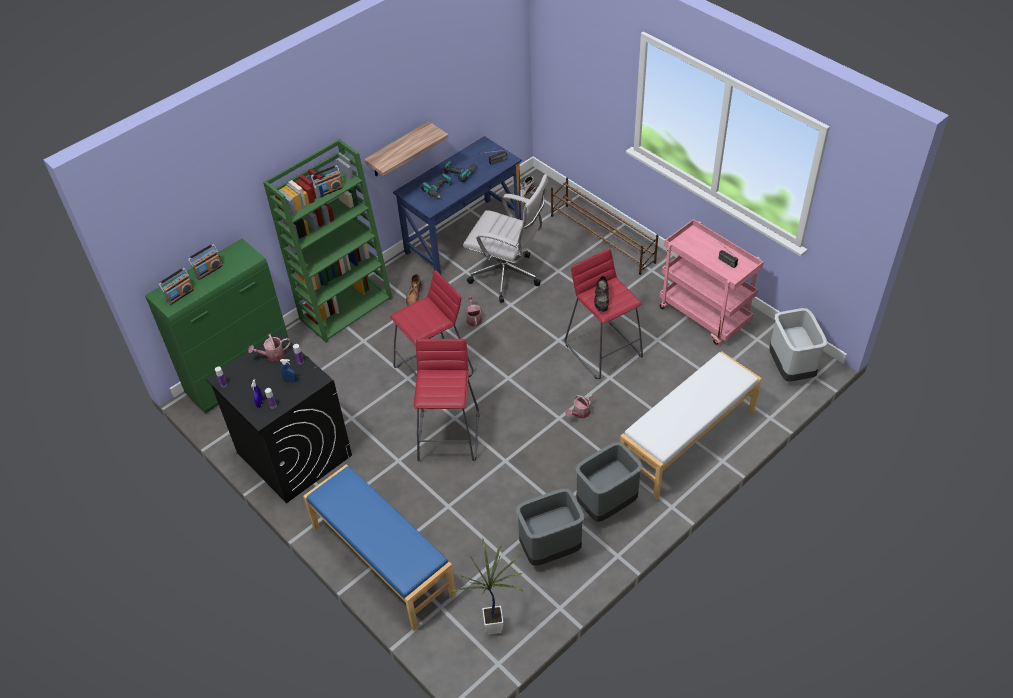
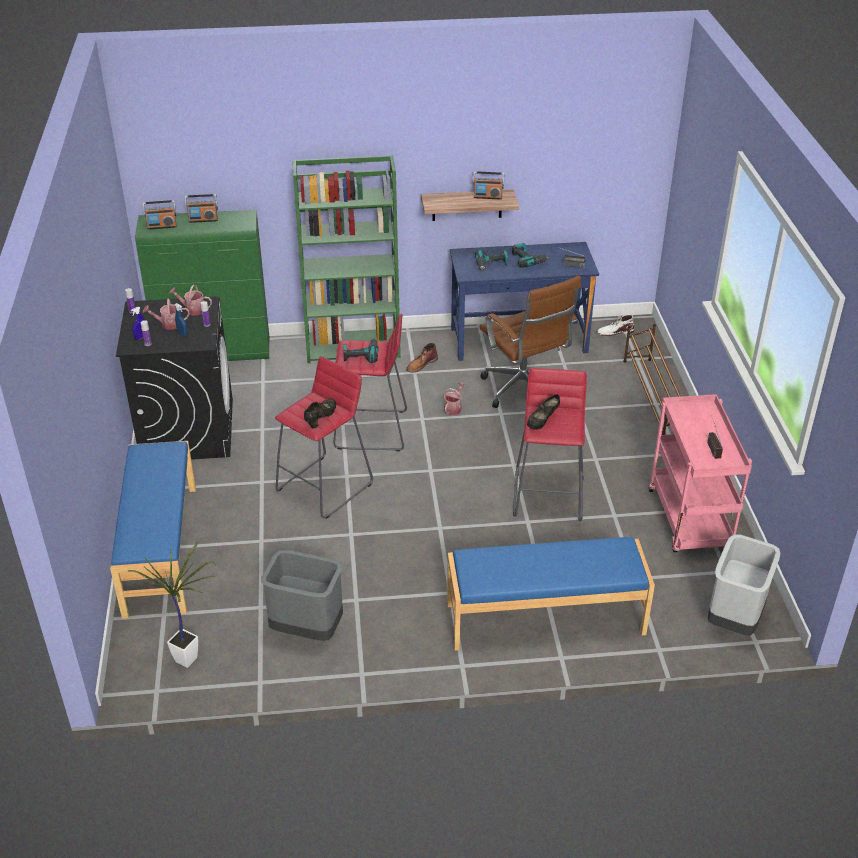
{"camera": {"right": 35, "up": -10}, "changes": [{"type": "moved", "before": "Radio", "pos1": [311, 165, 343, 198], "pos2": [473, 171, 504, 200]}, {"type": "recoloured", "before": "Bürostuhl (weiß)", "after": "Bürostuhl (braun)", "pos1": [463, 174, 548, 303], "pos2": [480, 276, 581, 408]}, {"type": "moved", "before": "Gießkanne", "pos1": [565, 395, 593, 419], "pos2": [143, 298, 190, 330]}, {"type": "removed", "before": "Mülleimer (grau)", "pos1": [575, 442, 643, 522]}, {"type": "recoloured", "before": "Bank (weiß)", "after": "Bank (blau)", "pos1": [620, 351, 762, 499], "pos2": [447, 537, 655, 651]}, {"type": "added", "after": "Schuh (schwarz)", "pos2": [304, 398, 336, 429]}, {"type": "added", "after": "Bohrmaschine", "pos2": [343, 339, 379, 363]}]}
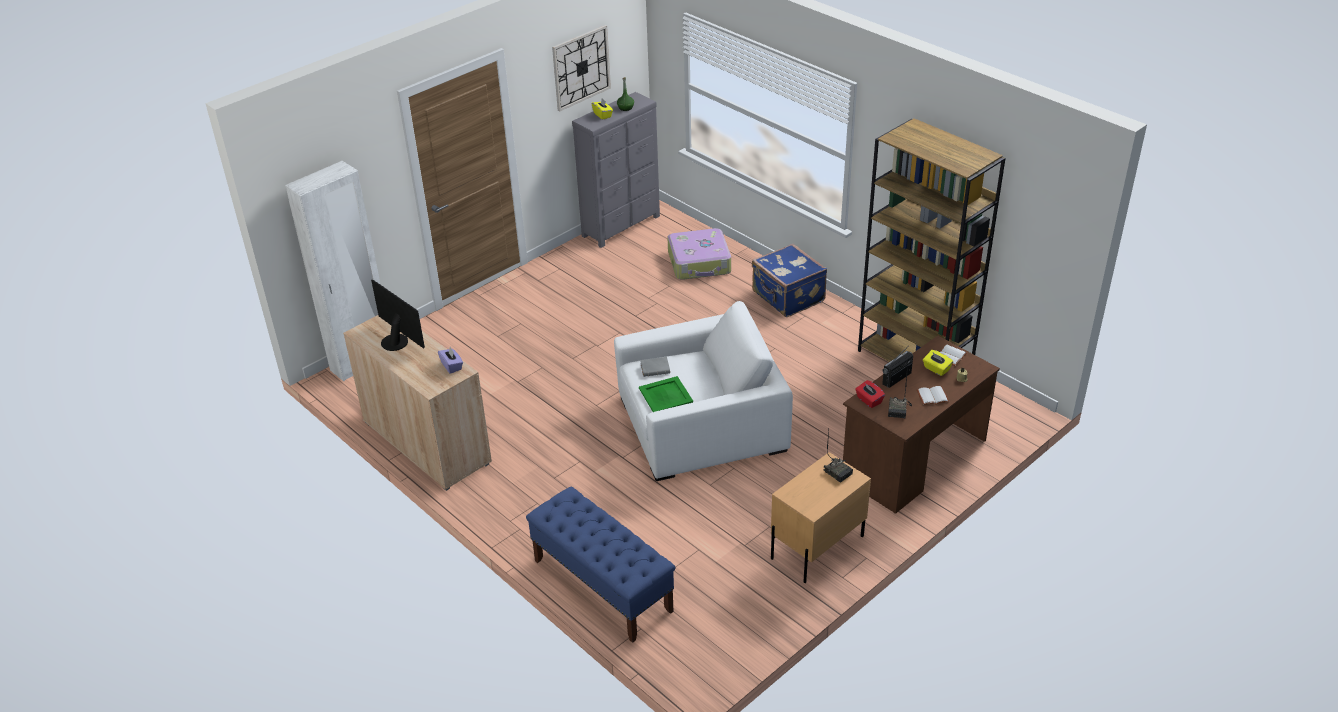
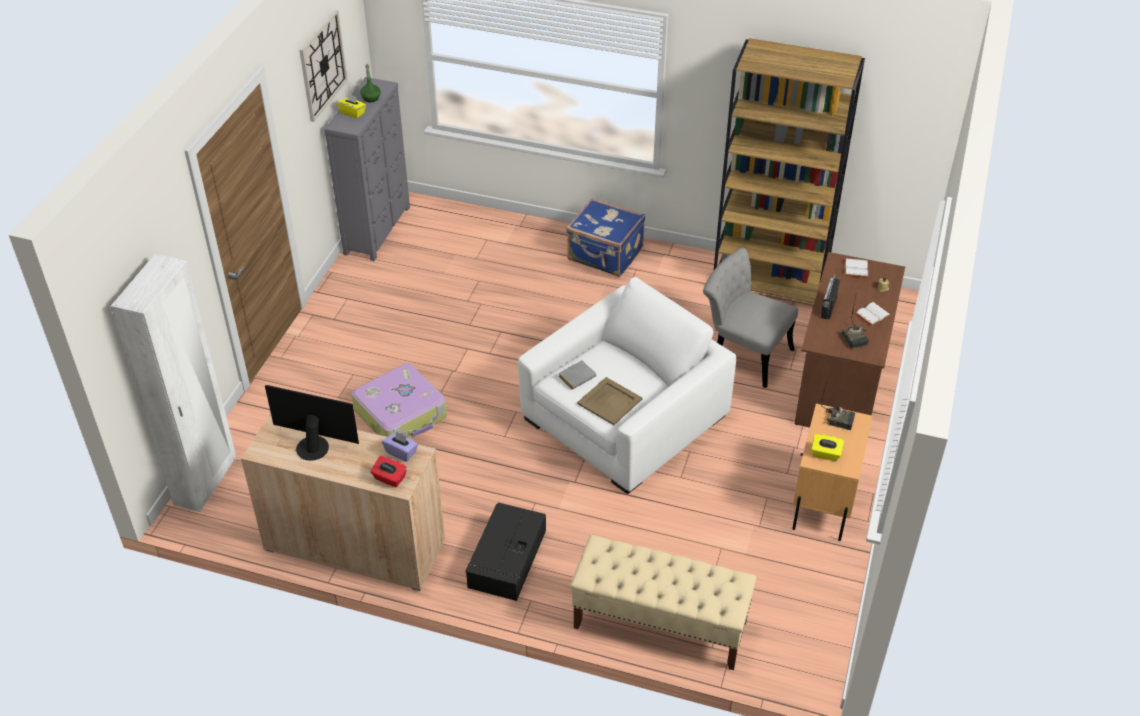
{"camera": {"right": -30, "up": 5}, "changes": [{"type": "recoloured", "before": "Bank (blau)", "after": "Bank (beige)", "pos1": [526, 486, 675, 643], "pos2": [570, 535, 757, 670]}, {"type": "recoloured", "before": "Tablett (grün)", "after": "Tablett (beige)", "pos1": [639, 376, 693, 412], "pos2": [577, 377, 643, 425]}, {"type": "moved", "before": "Koffer", "pos1": [668, 228, 731, 280], "pos2": [352, 363, 447, 438]}, {"type": "moved", "before": "Taschentuchbox (rot)", "pos1": [855, 380, 885, 408], "pos2": [371, 456, 407, 487]}, {"type": "moved", "before": "Taschentuchbox (gelb)", "pos1": [923, 350, 953, 376], "pos2": [812, 434, 844, 461]}, {"type": "added", "after": "Aufbewahrungsbox (schwarz)", "pos2": [465, 502, 546, 601]}, {"type": "added", "after": "Stuhl (grau)", "pos2": [703, 248, 798, 388]}]}
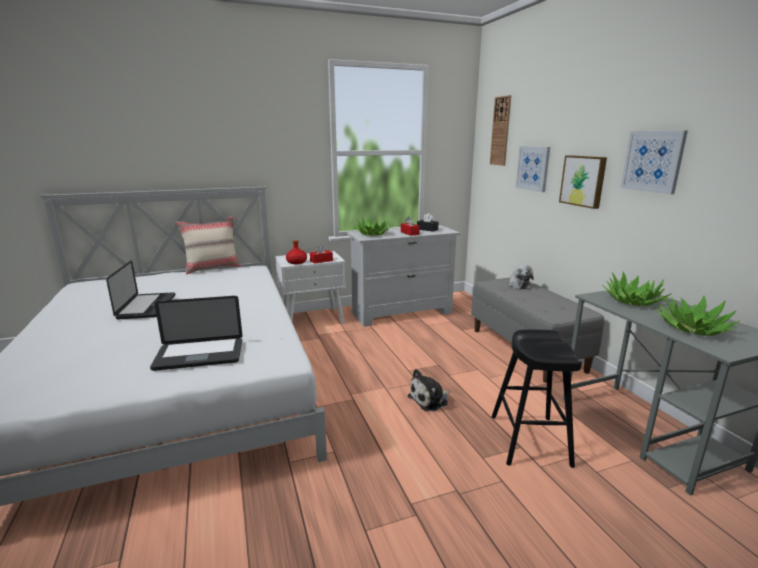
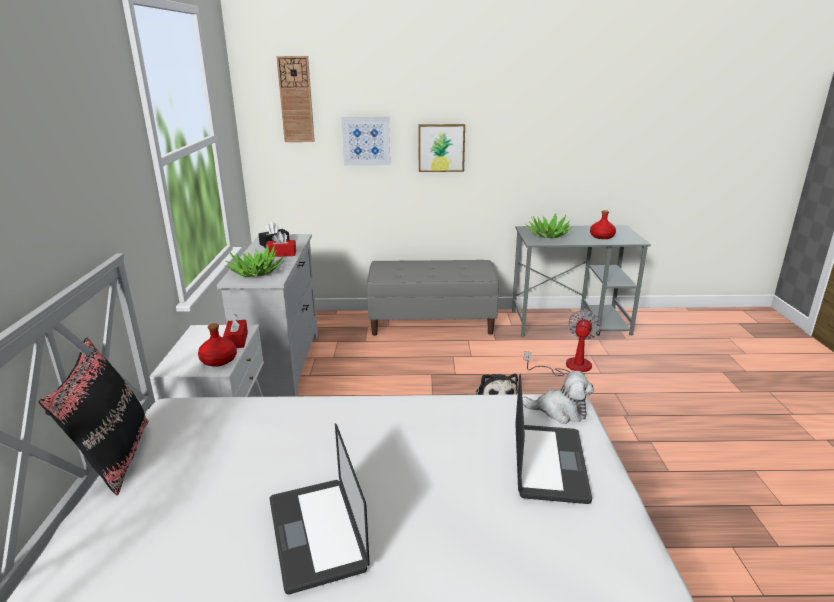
{"camera": {"right": -70, "up": 5}, "changes": [{"type": "turned", "before": "Laptop", "pos1": [106, 260, 175, 319], "pos2": [270, 423, 370, 595], "turn": -120}, {"type": "recoloured", "before": "Kissen (beige)", "after": "Kissen (schwarz)", "pos1": [177, 216, 241, 274], "pos2": [38, 338, 149, 495]}, {"type": "replaced", "before": "Hocker (schwarz)", "after": "Ventilator", "pos1": [492, 330, 582, 468], "pos2": [524, 310, 602, 376]}, {"type": "moved", "before": "Plüschtier", "pos1": [509, 264, 534, 289], "pos2": [522, 371, 594, 424]}, {"type": "removed", "before": "Bild", "pos1": [621, 131, 688, 194]}, {"type": "replaced", "before": "Topfpflanze", "after": "Flasche (rot)", "pos1": [655, 296, 740, 336], "pos2": [590, 210, 616, 239]}]}
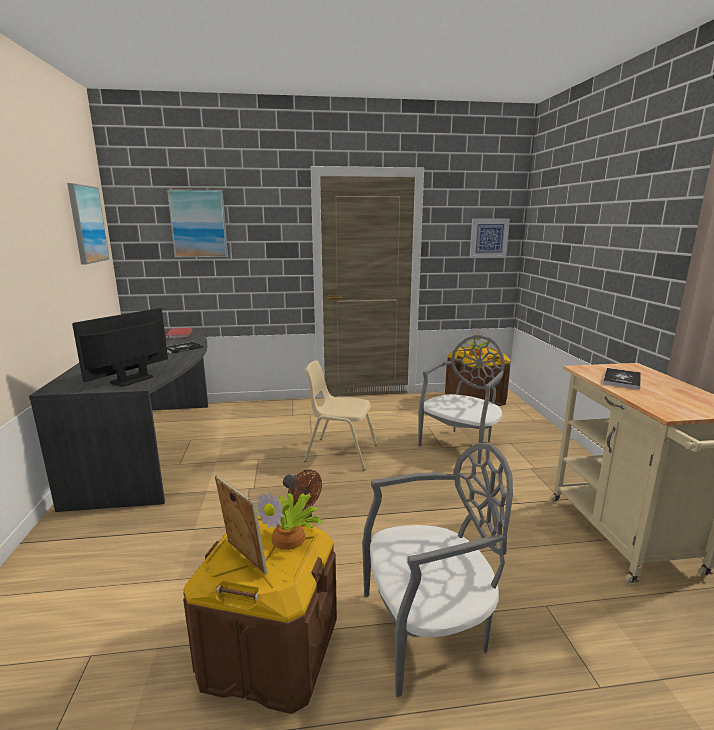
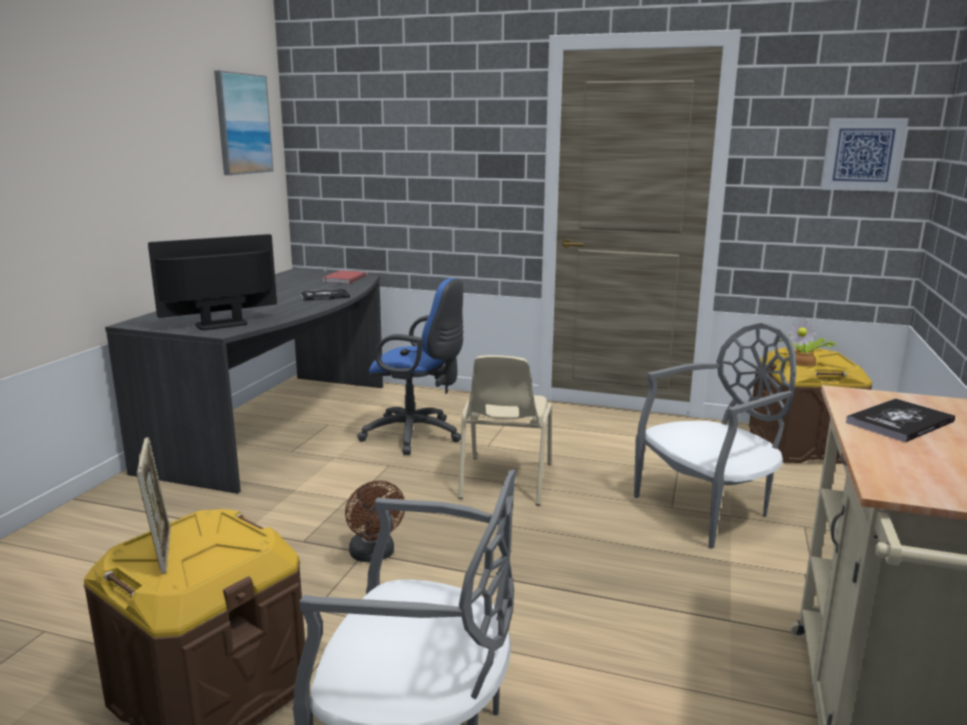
{"camera": {"right": 25, "up": 0}, "changes": [{"type": "removed", "before": "Bild", "pos1": [167, 189, 228, 258]}, {"type": "removed", "before": "Topfpflanze", "pos1": [256, 492, 323, 550]}, {"type": "turned", "before": "Stuhl (beige)", "pos1": [304, 360, 377, 470], "pos2": [458, 355, 552, 506], "turn": -120}, {"type": "added", "after": "Bürostuhl (blau)", "pos2": [357, 278, 463, 455]}]}
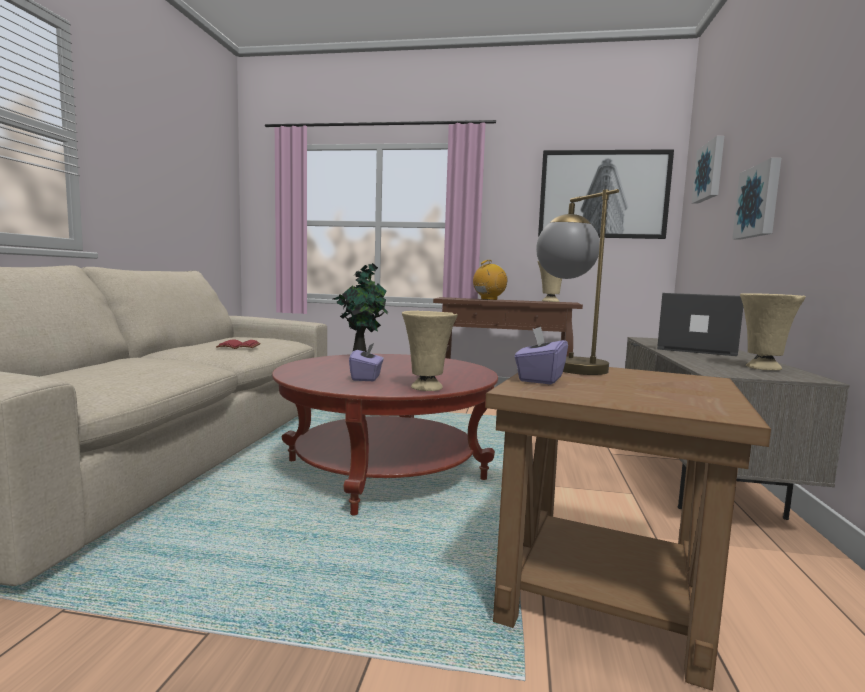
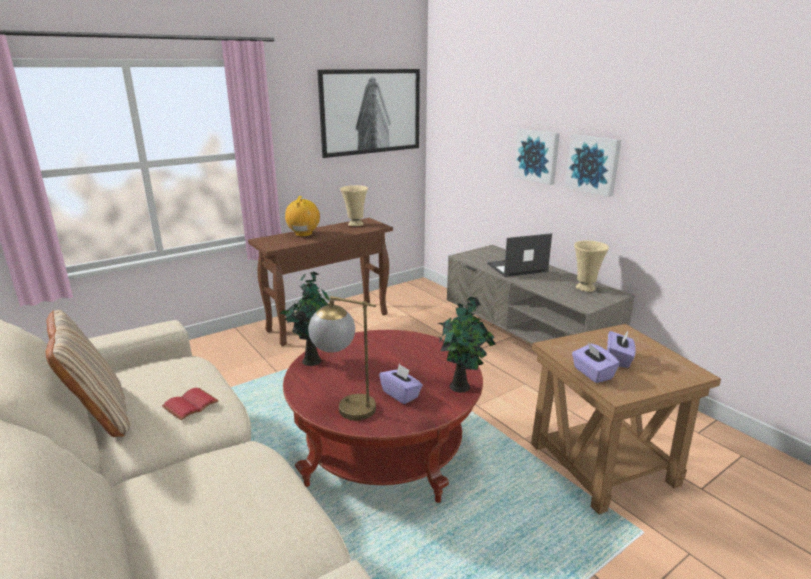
{"camera": {"right": -45, "up": 15}, "changes": [{"type": "replaced", "before": "Vase (beige)", "after": "Topfpflanze", "pos1": [402, 311, 458, 391], "pos2": [438, 297, 496, 393]}, {"type": "moved", "before": "Tischlampe", "pos1": [536, 189, 619, 375], "pos2": [308, 296, 376, 421]}, {"type": "moved", "before": "Bild", "pos1": [692, 136, 724, 203], "pos2": [565, 134, 621, 197]}, {"type": "added", "after": "Kissen (beige)", "pos2": [46, 310, 130, 437]}, {"type": "added", "after": "Taschentuchbox (lila)", "pos2": [607, 331, 636, 368]}]}
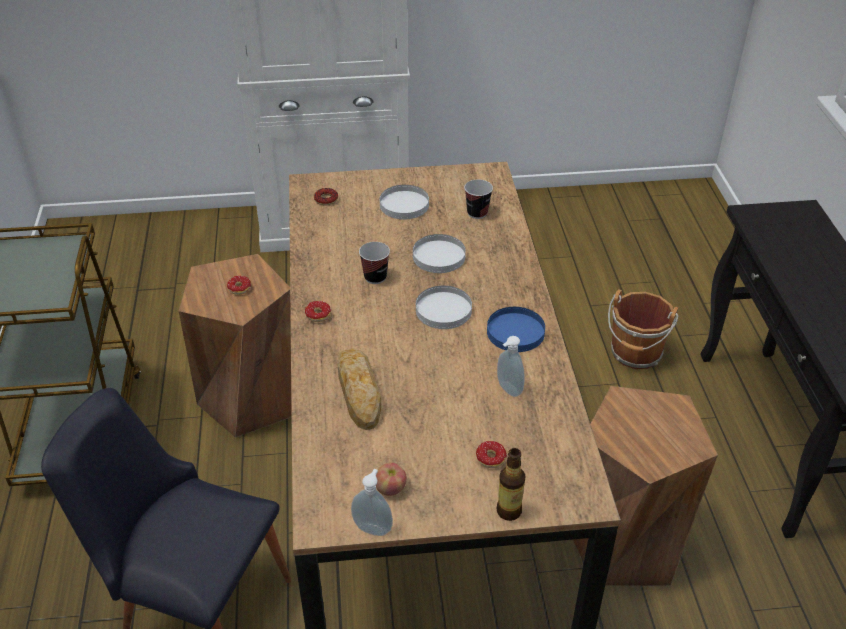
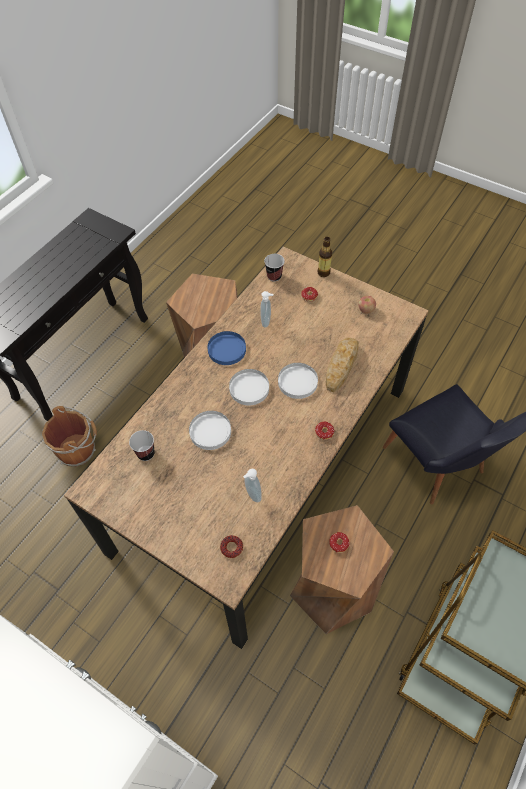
{"camera": {"right": -140, "up": 15}, "changes": [{"type": "moved", "before": "Seifenspender", "pos1": [351, 469, 393, 536], "pos2": [243, 469, 262, 502]}, {"type": "moved", "before": "Tasse", "pos1": [359, 242, 390, 284], "pos2": [264, 254, 285, 282]}, {"type": "moved", "before": "Teller (weiß)", "pos1": [380, 185, 429, 219], "pos2": [278, 363, 318, 399]}]}
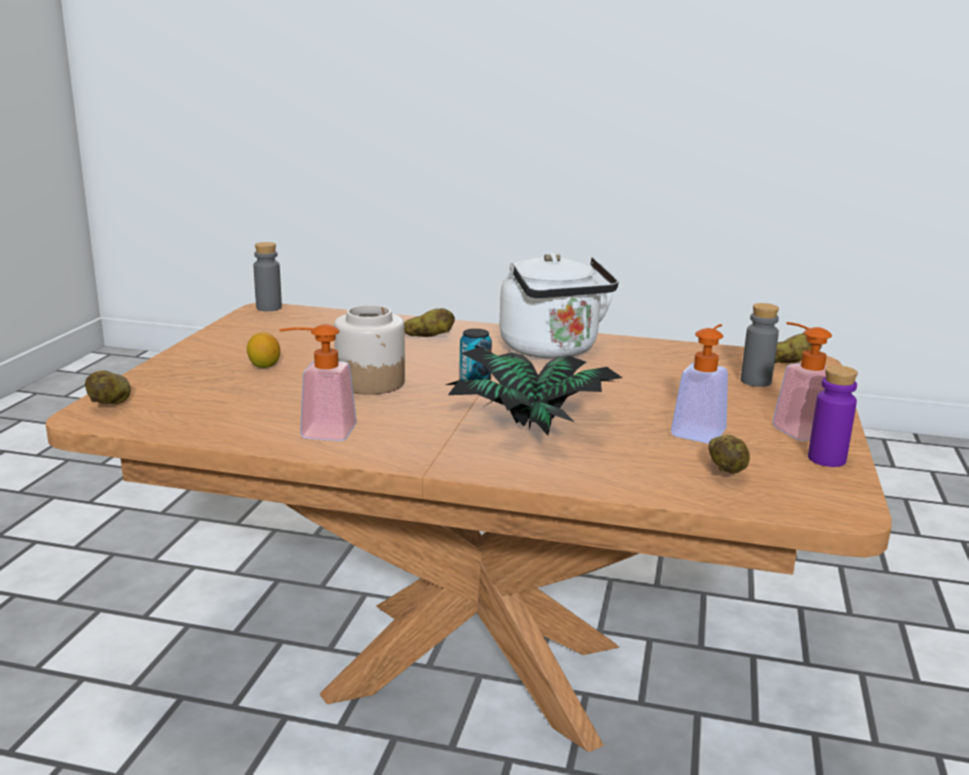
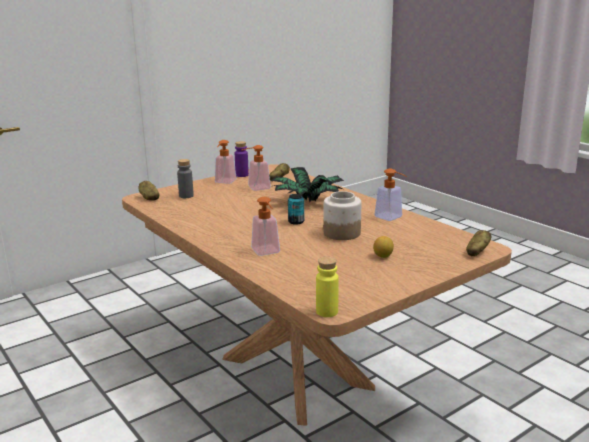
{"camera": {"right": -140, "up": 0}, "changes": [{"type": "recoloured", "before": "Flasche (grau)", "after": "Flasche (gelb)", "pos1": [254, 242, 282, 311], "pos2": [316, 257, 339, 317]}, {"type": "replaced", "before": "Kartoffel", "after": "Seifenspender", "pos1": [404, 308, 455, 337], "pos2": [251, 197, 280, 256]}, {"type": "removed", "before": "Wasserkessel (weiß)", "pos1": [500, 253, 618, 359]}]}
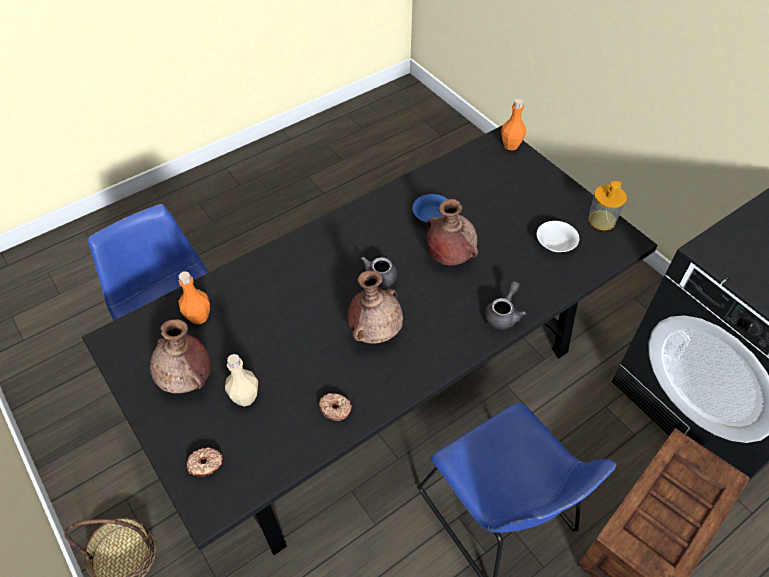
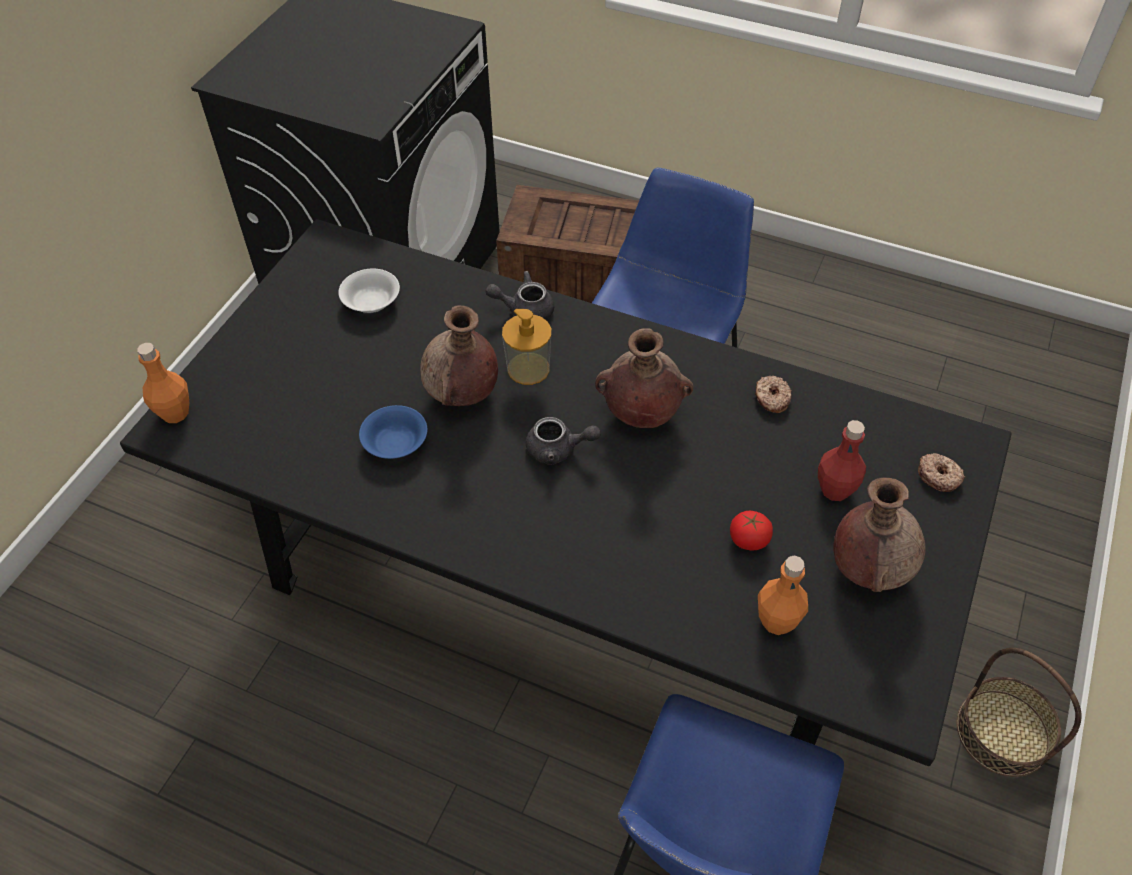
{"camera": {"right": -120, "up": 0}, "changes": [{"type": "recoloured", "before": "Flasche (beige)", "after": "Flasche (rot)", "pos1": [225, 354, 258, 407], "pos2": [818, 420, 866, 501]}, {"type": "moved", "before": "Seifenspender", "pos1": [588, 181, 627, 230], "pos2": [502, 309, 552, 385]}, {"type": "added", "after": "Tomate", "pos2": [730, 511, 773, 550]}]}
